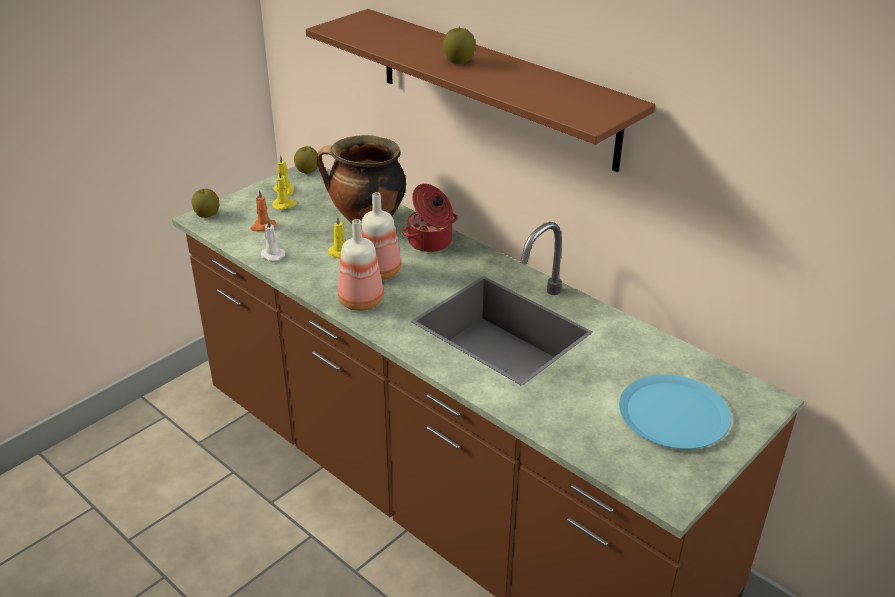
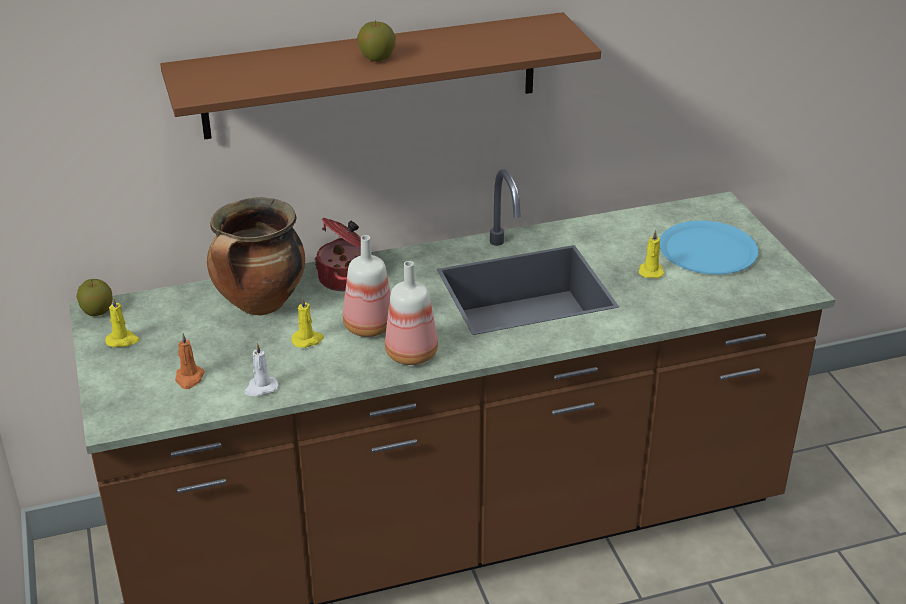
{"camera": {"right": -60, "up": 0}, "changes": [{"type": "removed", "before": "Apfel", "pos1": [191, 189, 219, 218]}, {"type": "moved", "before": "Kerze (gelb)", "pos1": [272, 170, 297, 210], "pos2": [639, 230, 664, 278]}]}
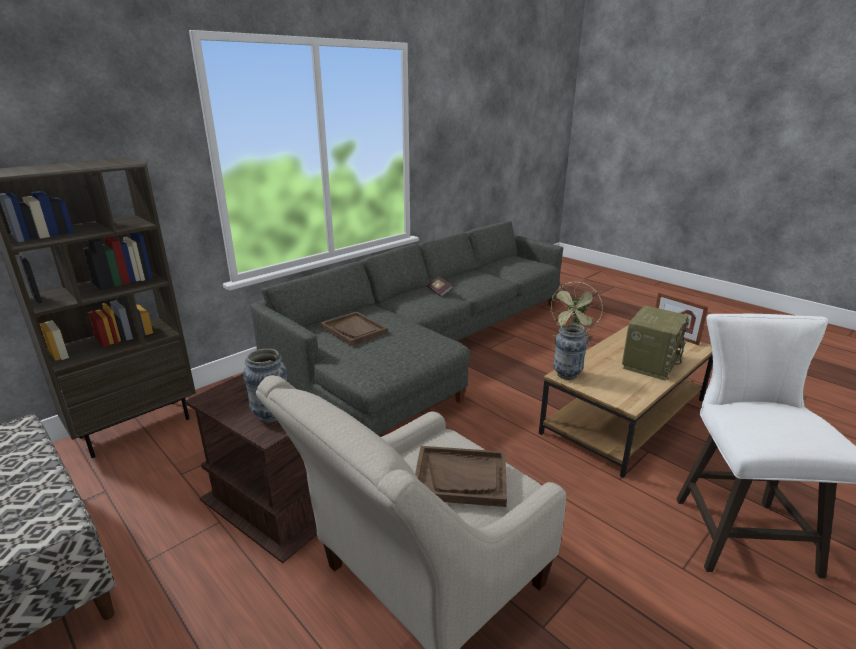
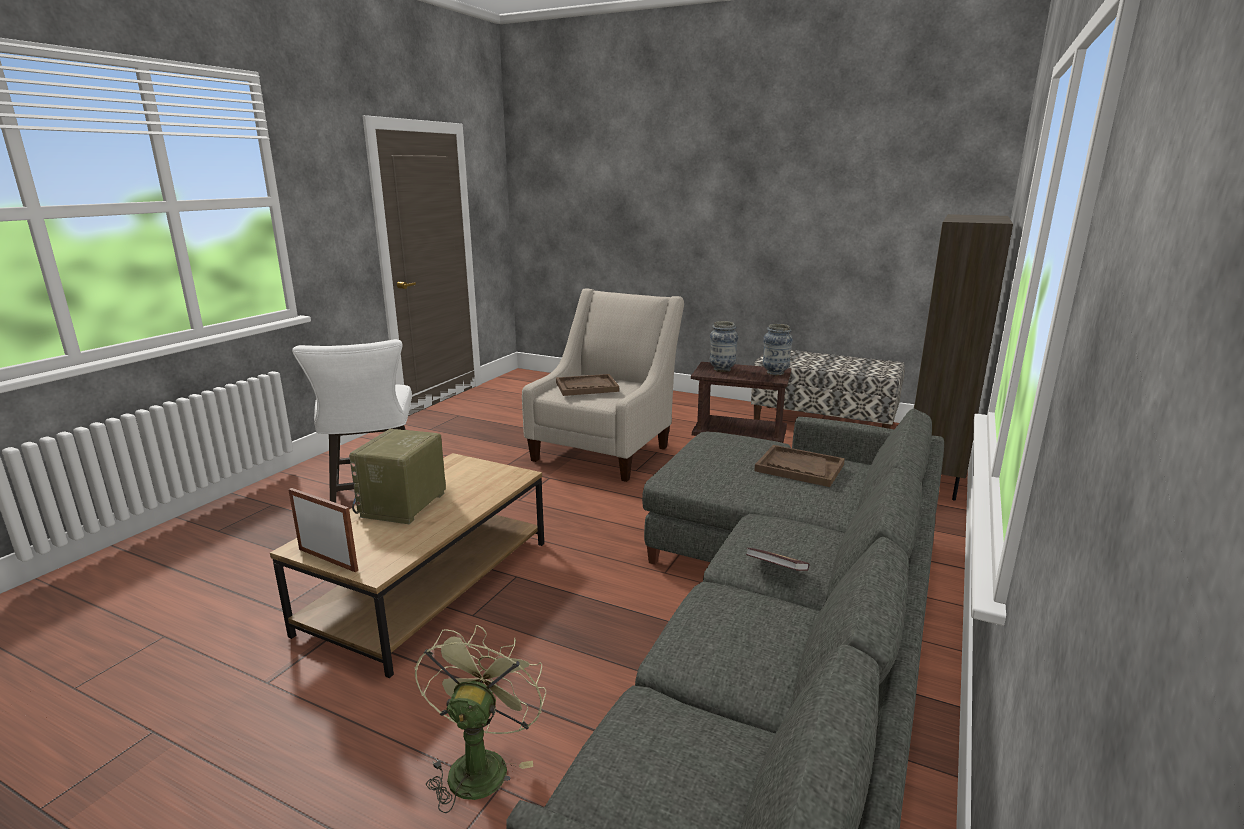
{"camera": {"right": 160, "up": -5}, "changes": [{"type": "moved", "before": "Vase", "pos1": [553, 323, 588, 380], "pos2": [763, 324, 793, 375]}]}
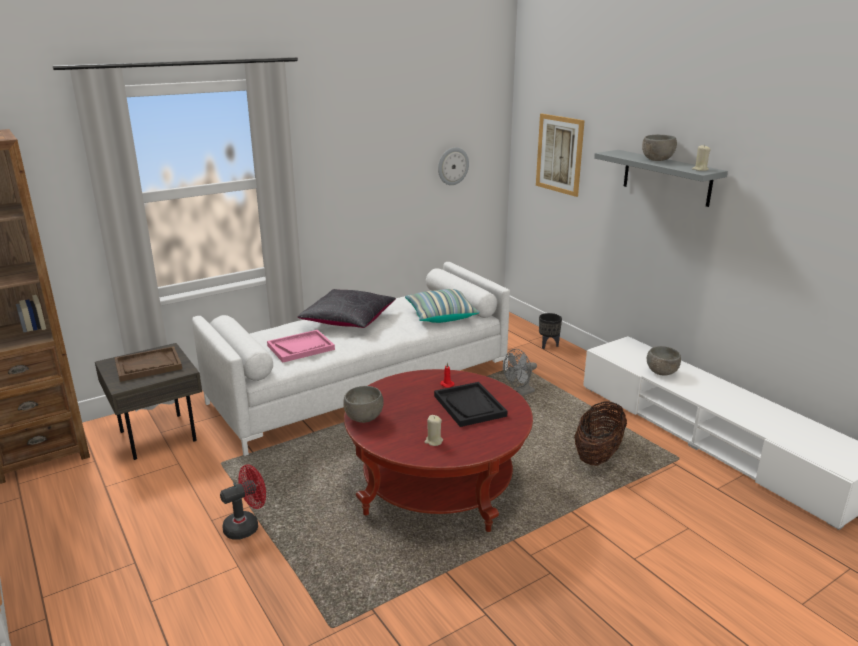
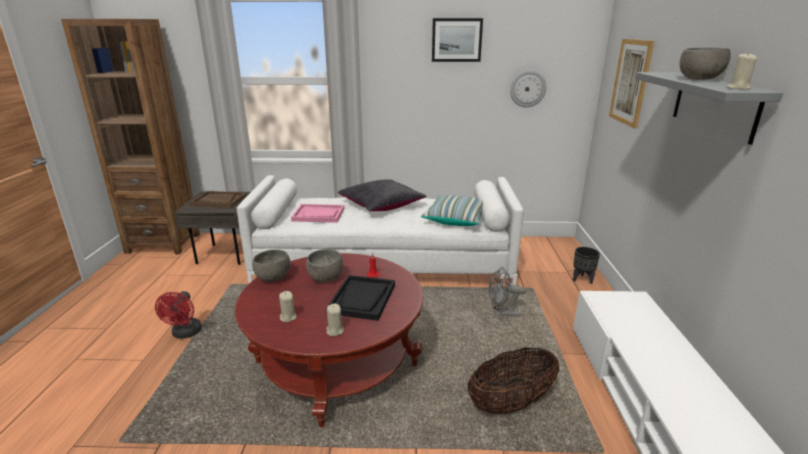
{"camera": {"right": 35, "up": 0}, "changes": [{"type": "turned", "before": "Ventilator (rot)", "pos1": [220, 464, 266, 540], "pos2": [155, 291, 202, 338], "turn": 90}, {"type": "moved", "before": "Schüssel (grau)", "pos1": [647, 346, 681, 376], "pos2": [306, 249, 343, 282]}, {"type": "added", "after": "Kerze (beige)", "pos2": [326, 304, 344, 336]}, {"type": "added", "after": "Bild", "pos2": [432, 18, 483, 62]}]}
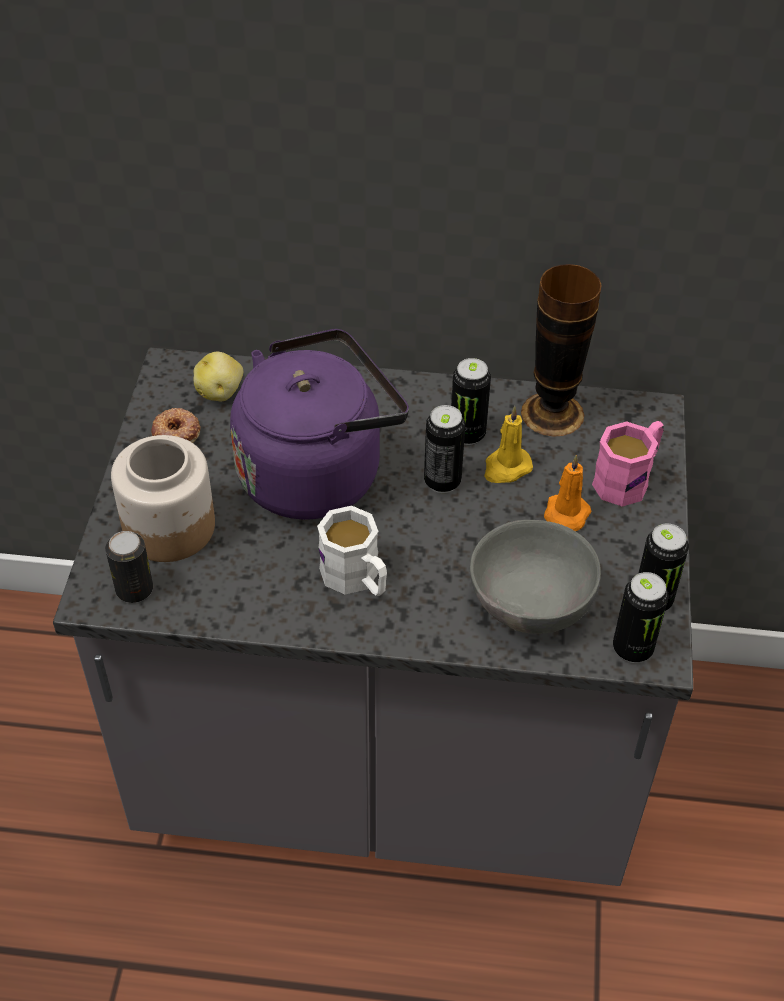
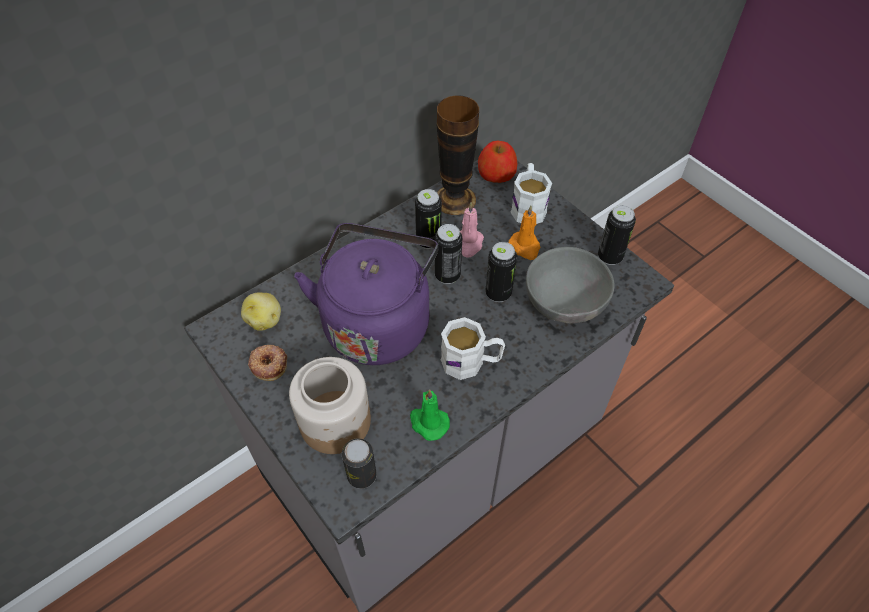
{"camera": {"right": -45, "up": 5}, "changes": [{"type": "recoloured", "before": "Kerze (gelb)", "after": "Kerze (rosa)", "pos1": [484, 406, 533, 483], "pos2": [460, 202, 484, 258]}, {"type": "recoloured", "before": "Henkelbecher (rosa)", "after": "Henkelbecher (weiß)", "pos1": [592, 421, 664, 507], "pos2": [511, 163, 552, 224]}, {"type": "moved", "before": "Dose", "pos1": [613, 572, 669, 663], "pos2": [485, 242, 517, 302]}, {"type": "added", "after": "Kerze (grün)", "pos2": [410, 389, 450, 441]}, {"type": "added", "after": "Apfel", "pos2": [478, 140, 517, 183]}]}
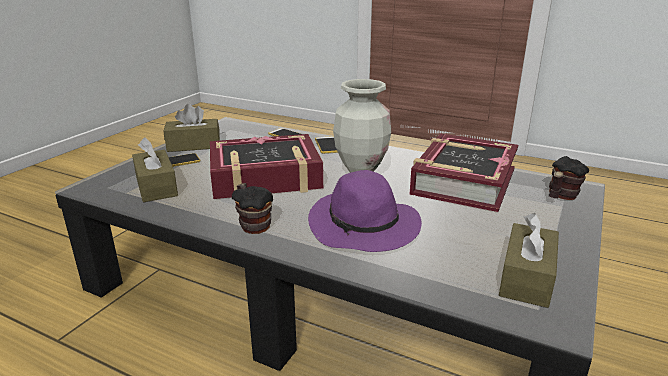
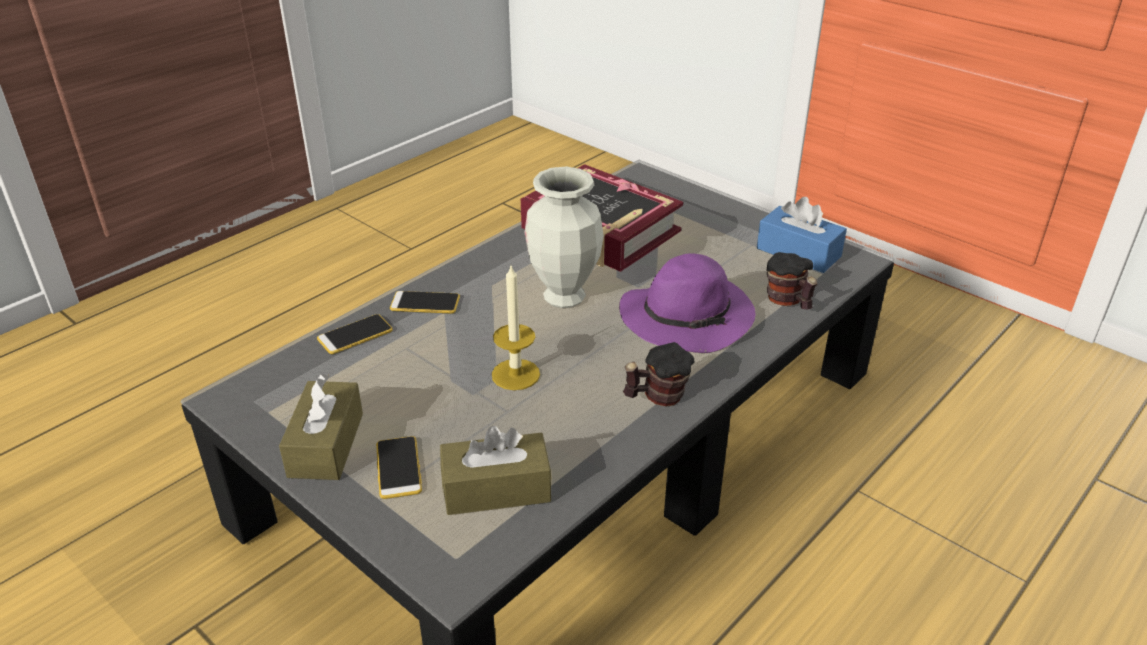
{"camera": {"right": -75, "up": 10}, "changes": [{"type": "replaced", "before": "Buch", "after": "Kerze", "pos1": [210, 134, 324, 199], "pos2": [492, 266, 540, 390]}, {"type": "recoloured", "before": "Taschentuchbox (braun)", "after": "Taschentuchbox (blau)", "pos1": [499, 213, 559, 308], "pos2": [757, 197, 847, 273]}, {"type": "moved", "before": "Henkelbecher", "pos1": [548, 156, 589, 200], "pos2": [767, 252, 817, 310]}]}
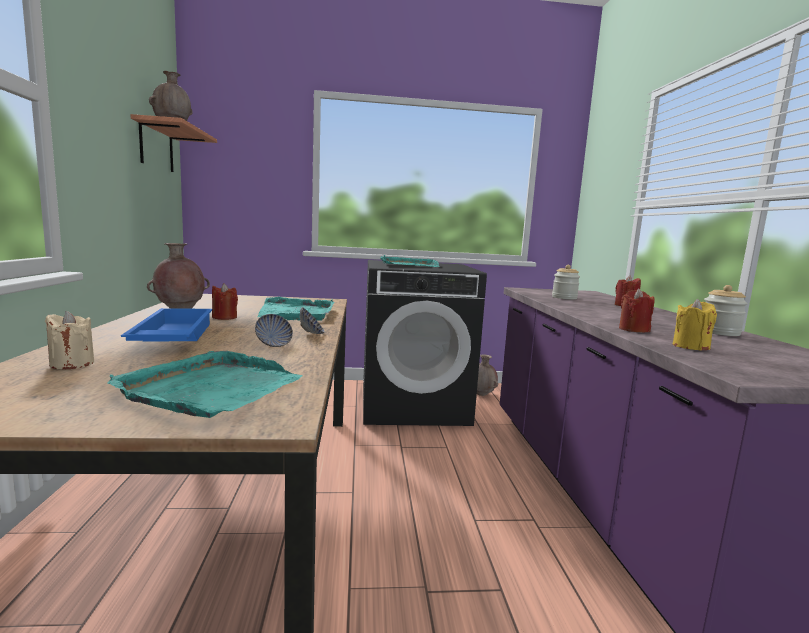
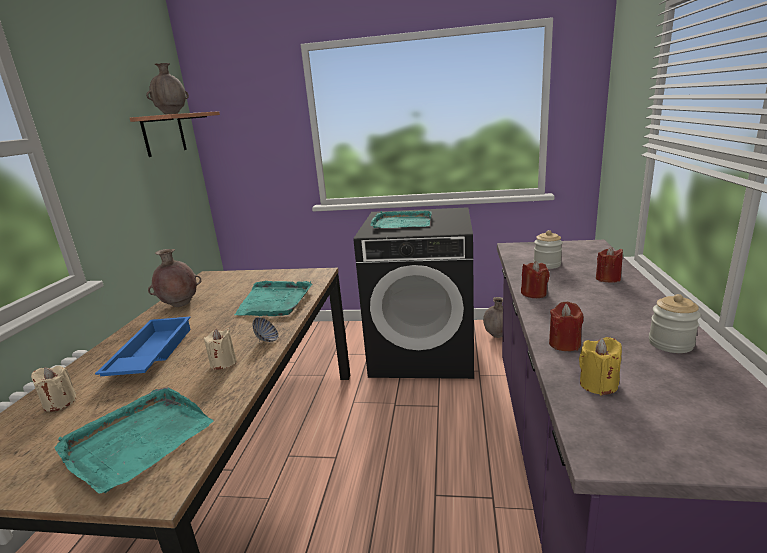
{"camera": {"right": 15, "up": 10}, "changes": [{"type": "moved", "before": "Kerze (rot)", "pos1": [212, 283, 238, 320], "pos2": [521, 261, 550, 298]}, {"type": "replaced", "before": "Schüssel", "after": "Kerze (beige)", "pos1": [255, 314, 293, 347], "pos2": [204, 328, 237, 370]}]}
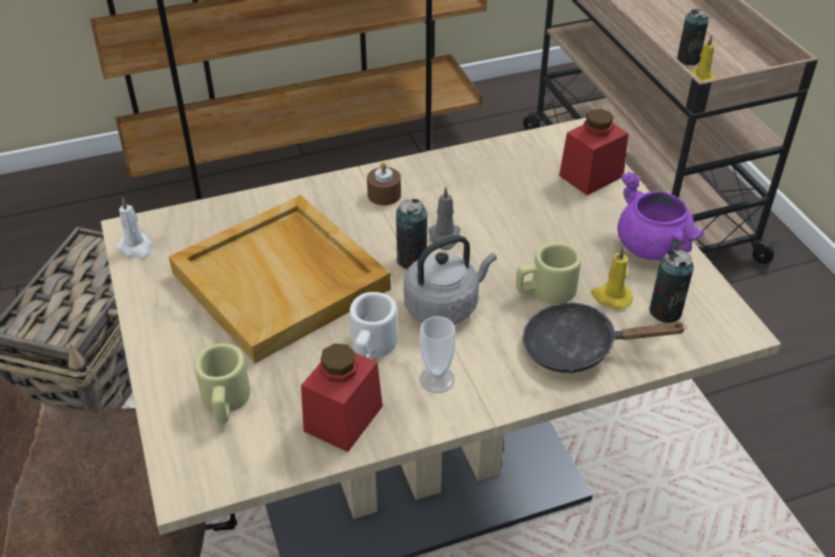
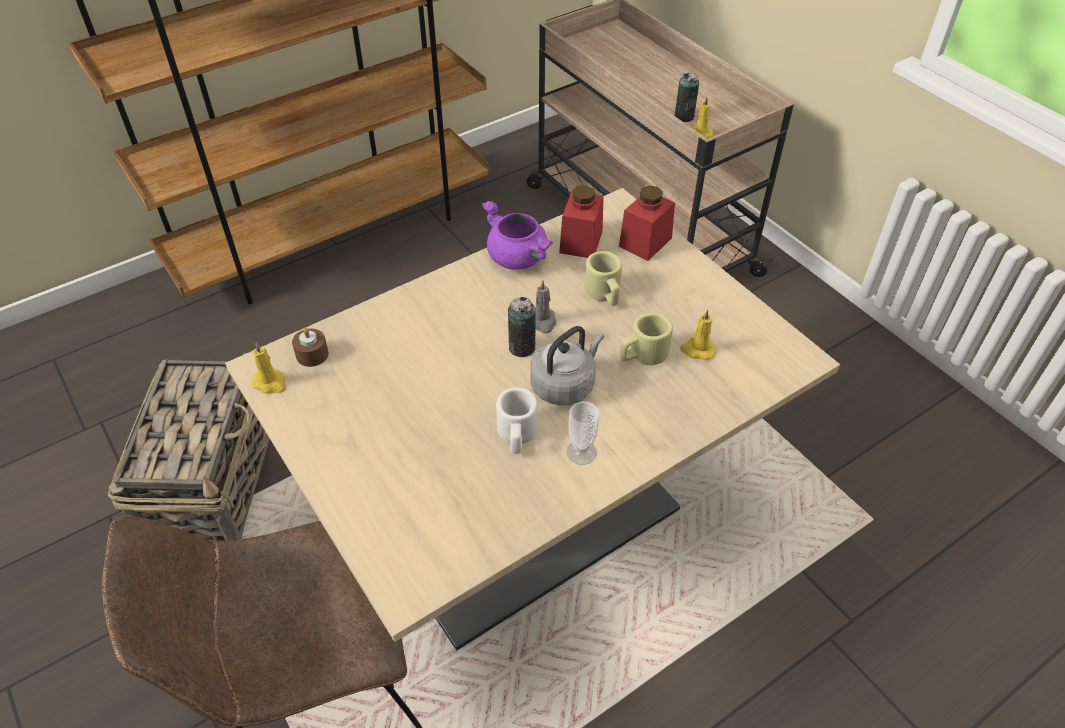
{"camera": {"right": -15, "up": 5}, "changes": [{"type": "recoloured", "before": "Kerze (weiß)", "after": "Kerze (gelb)", "pos1": [117, 197, 153, 259], "pos2": [252, 342, 286, 394]}, {"type": "removed", "before": "Tablett (beige)", "pos1": [169, 195, 391, 363]}, {"type": "moved", "before": "Henkelbecher (beige)", "pos1": [195, 343, 250, 423], "pos2": [585, 251, 622, 306]}, {"type": "moved", "before": "Vorratsglas (rot)", "pos1": [301, 343, 383, 452], "pos2": [559, 185, 604, 258]}, {"type": "moved", "before": "Kerze (braun)", "pos1": [367, 162, 401, 205], "pos2": [292, 327, 329, 367]}, {"type": "removed", "before": "Pfanne (schwarz)", "pos1": [522, 302, 687, 373]}, {"type": "moved", "before": "Kochtopf (lila)", "pos1": [618, 172, 704, 260], "pos2": [482, 201, 553, 270]}, {"type": "removed", "before": "Dose", "pos1": [649, 249, 694, 323]}]}
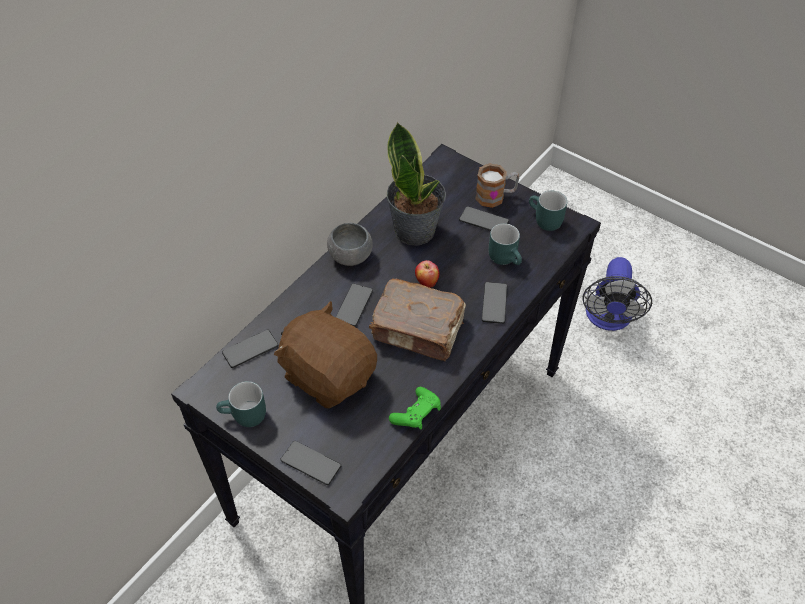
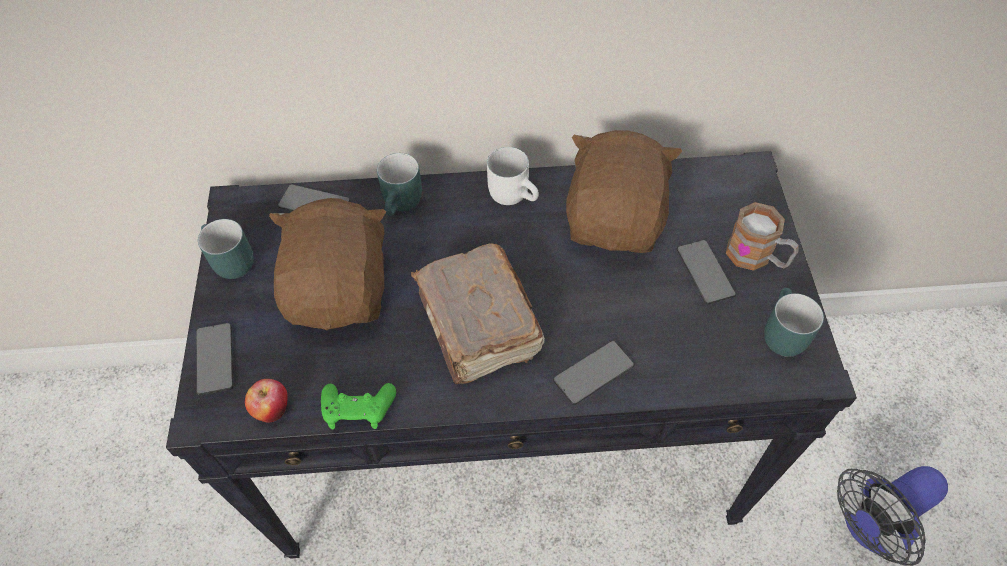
{"camera": {"right": 50, "up": 5}, "changes": [{"type": "replaced", "before": "Schüssel (grau)", "after": "Henkelbecher (weiß)", "pos1": [327, 223, 373, 266], "pos2": [487, 147, 539, 205]}, {"type": "removed", "before": "Handy", "pos1": [336, 283, 373, 327]}, {"type": "replaced", "before": "Topfpflanze", "after": "Plüschtier (braun)", "pos1": [387, 122, 446, 246], "pos2": [566, 130, 683, 253]}, {"type": "moved", "before": "Apfel", "pos1": [415, 260, 440, 288], "pos2": [245, 379, 288, 422]}, {"type": "moved", "before": "Henkelbecher (türkis)", "pos1": [488, 223, 522, 265], "pos2": [377, 153, 422, 216]}]}
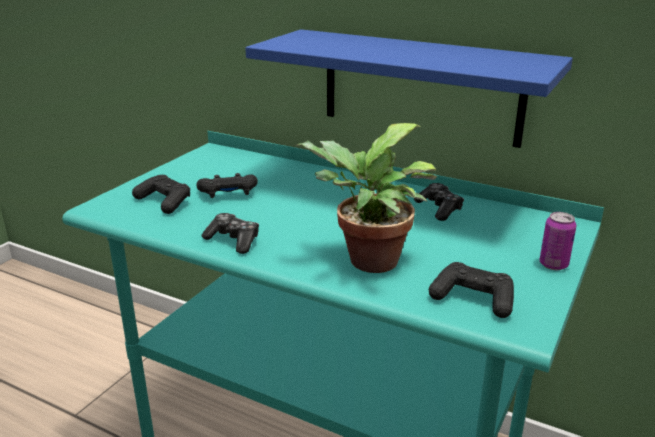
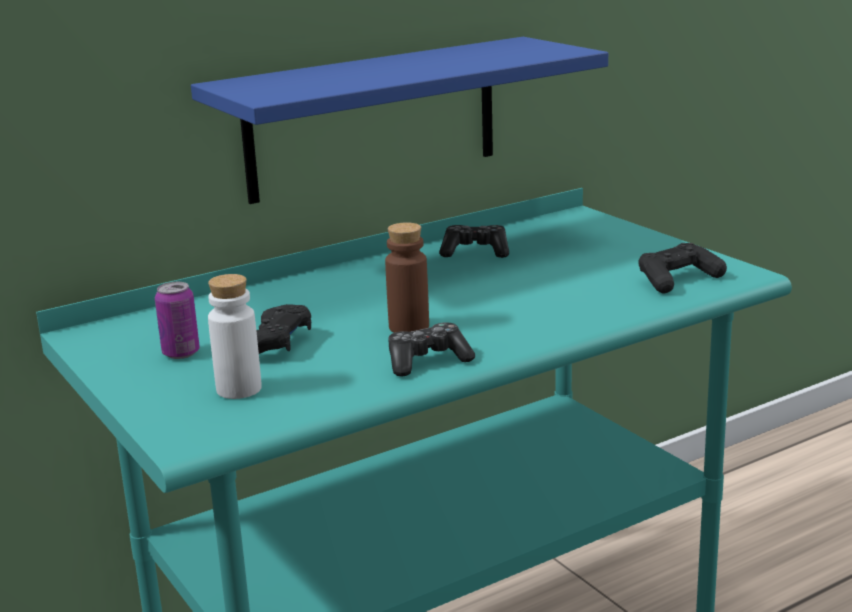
{"camera": {"right": -60, "up": -5}, "changes": [{"type": "replaced", "before": "Gamepad (schwarz)", "after": "Flasche (weiß)", "pos1": [132, 175, 190, 214], "pos2": [208, 274, 262, 399]}, {"type": "removed", "before": "Topfpflanze", "pos1": [295, 123, 438, 273]}, {"type": "moved", "before": "Dose", "pos1": [540, 212, 576, 270], "pos2": [155, 282, 200, 359]}, {"type": "added", "after": "Flasche (braun)", "pos2": [385, 223, 429, 333]}]}
